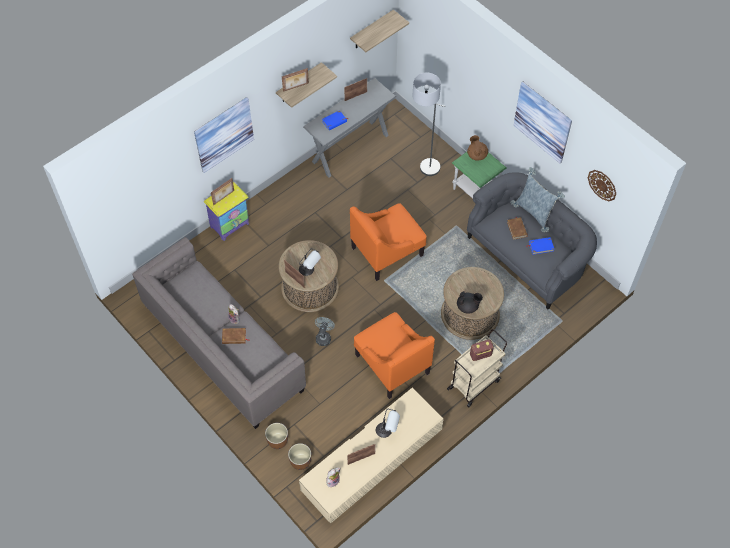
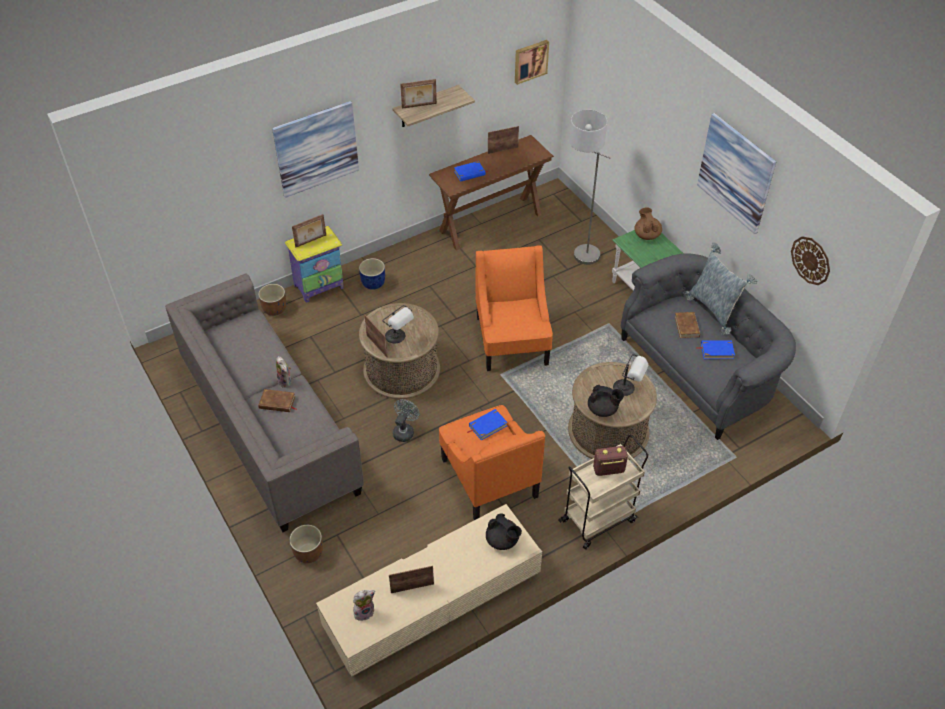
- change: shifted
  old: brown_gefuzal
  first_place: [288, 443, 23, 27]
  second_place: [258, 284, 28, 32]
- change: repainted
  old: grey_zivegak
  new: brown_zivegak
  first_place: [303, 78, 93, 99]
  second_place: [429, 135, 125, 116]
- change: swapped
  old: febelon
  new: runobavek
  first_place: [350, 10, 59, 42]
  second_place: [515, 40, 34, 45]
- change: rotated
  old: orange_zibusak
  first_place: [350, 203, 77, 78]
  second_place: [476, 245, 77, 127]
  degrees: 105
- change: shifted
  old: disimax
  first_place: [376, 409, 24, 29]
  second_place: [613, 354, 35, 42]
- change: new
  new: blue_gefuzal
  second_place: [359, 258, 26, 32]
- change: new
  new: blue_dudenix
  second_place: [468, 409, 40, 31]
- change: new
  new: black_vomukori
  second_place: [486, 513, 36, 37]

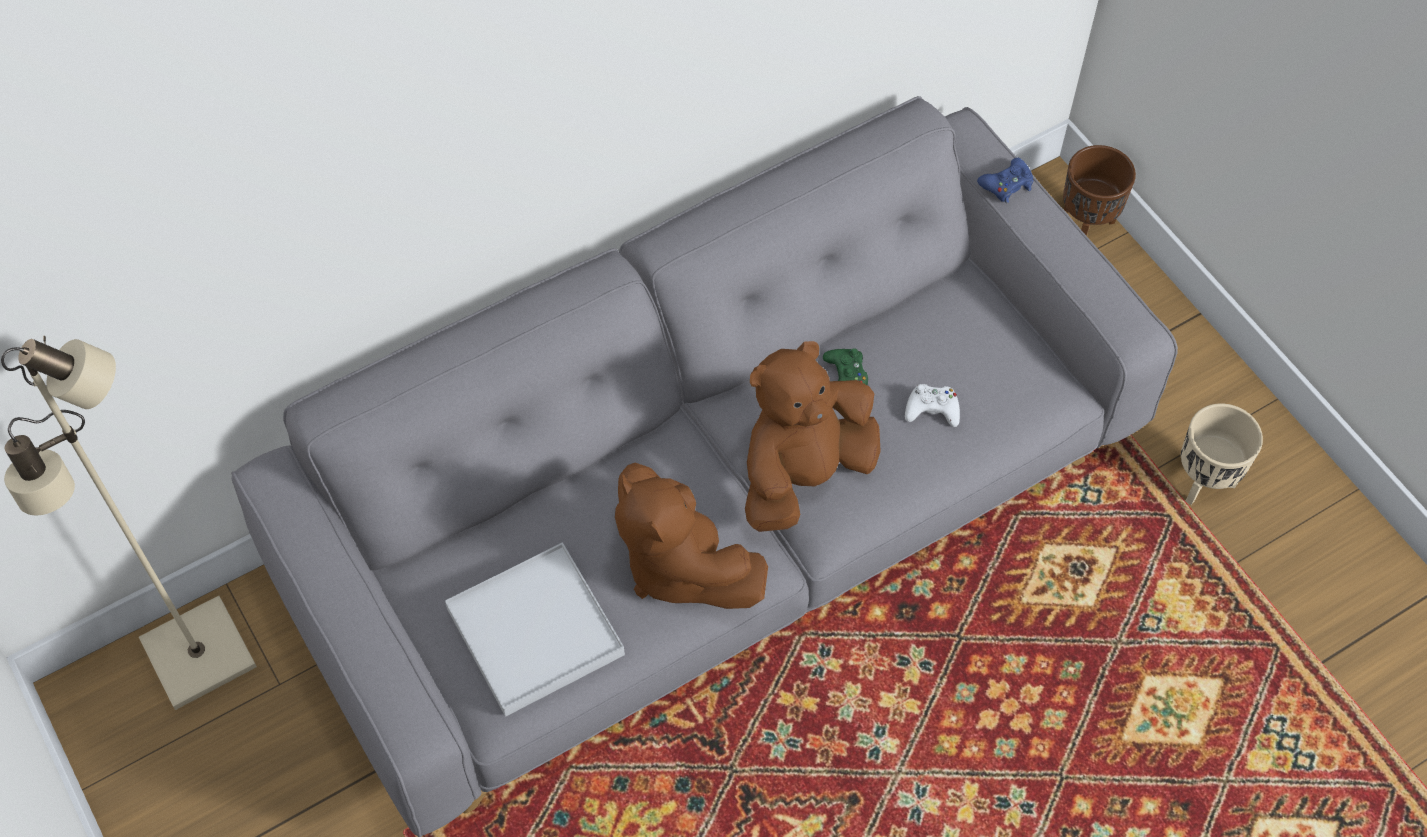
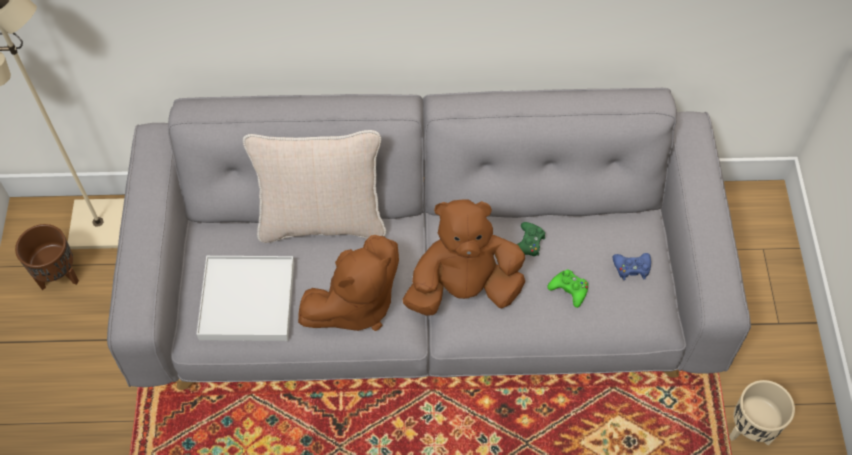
- change: rotated
  old: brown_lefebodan
  first_place: [615, 463, 153, 146]
  second_place: [298, 235, 101, 96]
  degrees: -120
- change: repainted
  old: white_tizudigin
  new: green_tizudigin
  first_place: [905, 384, 55, 43]
  second_place: [547, 270, 41, 38]
- change: shifted
  old: blue_tizudigin
  first_place: [977, 157, 57, 46]
  second_place: [613, 253, 38, 27]
- change: shifted
  old: brown_gefuzal
  first_place: [1063, 145, 73, 91]
  second_place: [15, 224, 64, 66]
- change: new
  new: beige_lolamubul
  second_place: [243, 130, 143, 113]

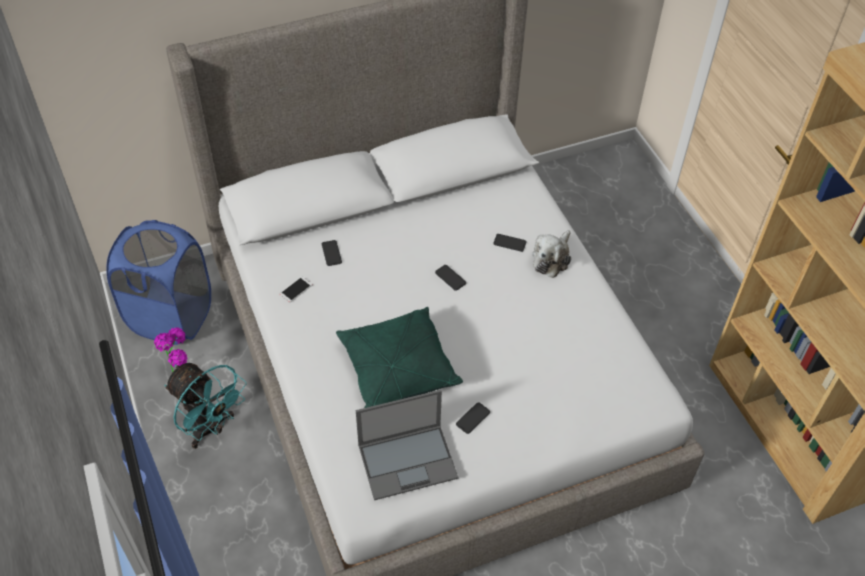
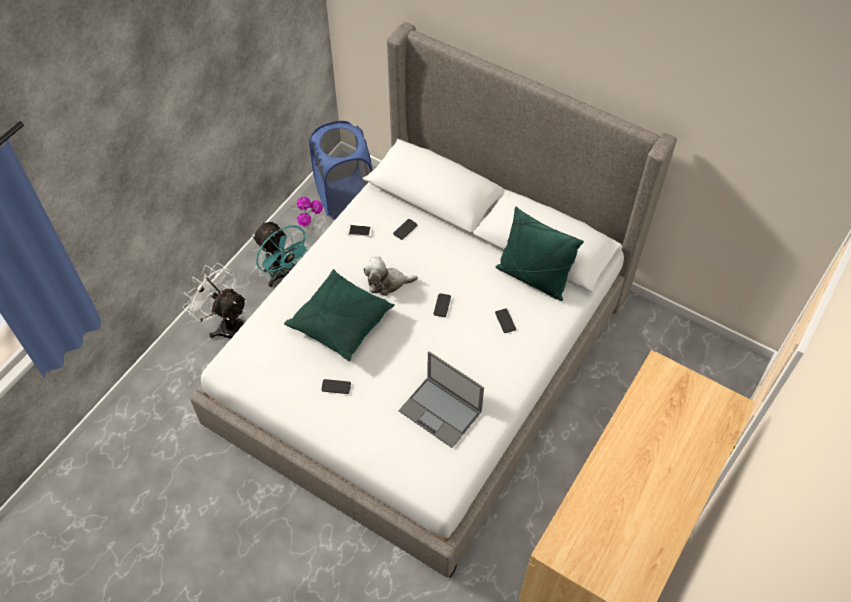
- change: rotated
  old: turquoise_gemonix
  first_place: [165, 363, 82, 86]
  second_place: [253, 222, 59, 65]
  degrees: -45
- change: shifted
  old: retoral
  first_place: [356, 390, 102, 110]
  second_place: [399, 351, 85, 97]
- change: shifted
  old: lefebodan
  first_place: [532, 230, 39, 48]
  second_place: [363, 256, 55, 40]
- change: new
  new: white_gemonix
  second_place: [183, 263, 64, 75]
- change: new
  new: green_lolamubul
  second_place: [496, 207, 88, 94]

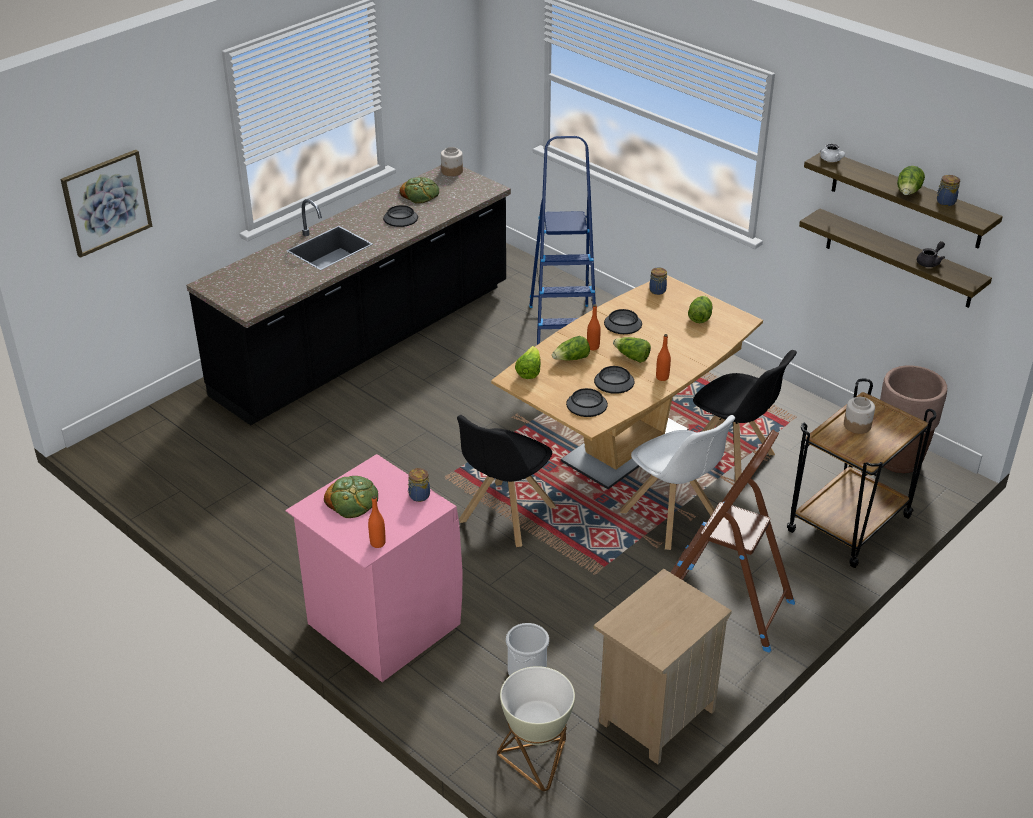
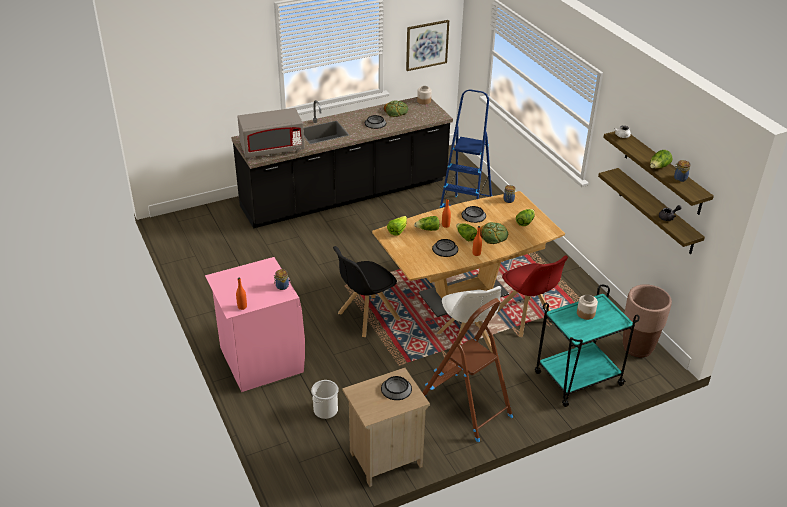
- change: shifted
  old: runobavek
  first_place: [60, 150, 92, 108]
  second_place: [406, 20, 43, 51]
- change: shifted
  old: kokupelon
  first_place: [324, 476, 54, 42]
  second_place: [480, 222, 28, 22]
- change: gone
  old: gefuzal
  first_place: [497, 666, 78, 125]
- change: shifted
  old: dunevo
  first_place: [566, 388, 42, 29]
  second_place: [381, 376, 31, 24]
- change: repainted
  old: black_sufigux
  new: red_sufigux
  first_place: [693, 350, 104, 132]
  second_place: [497, 255, 71, 83]
- change: repainted
  old: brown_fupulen
  new: turquoise_fupulen
  first_place: [787, 379, 149, 189]
  second_place: [535, 285, 105, 122]
- change: new
  new: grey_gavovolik
  second_place: [237, 108, 68, 50]

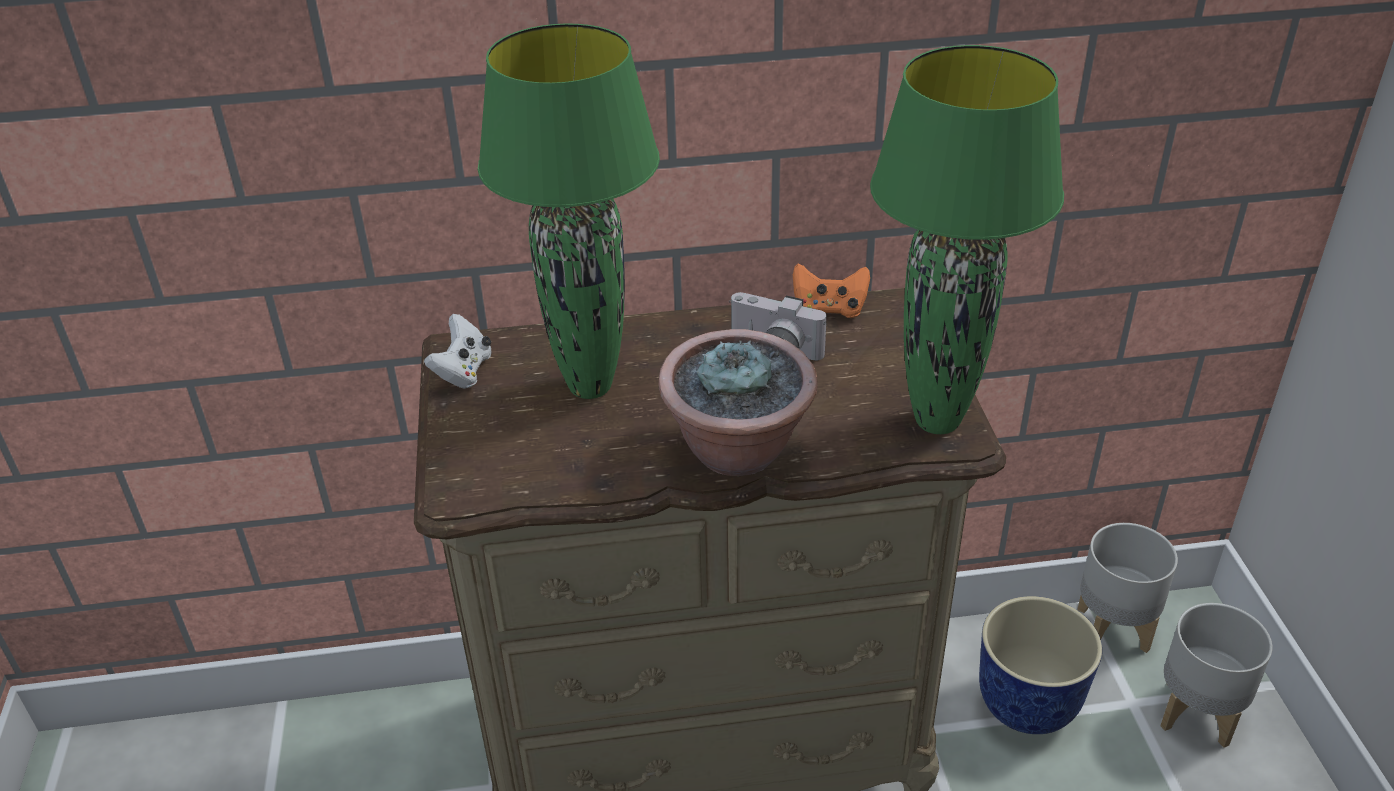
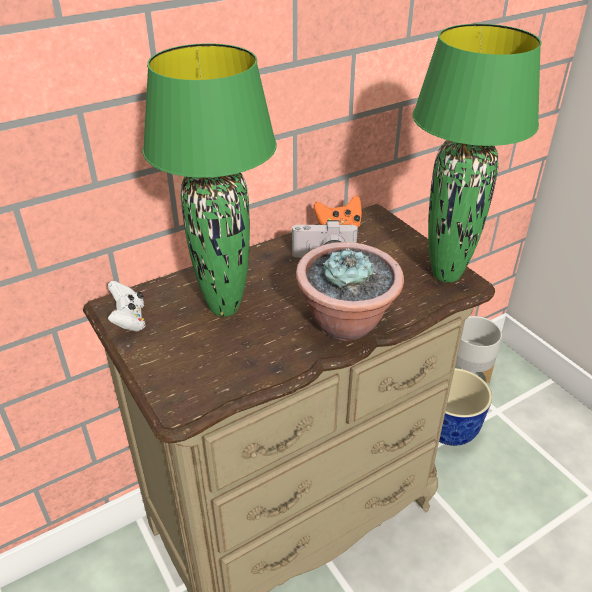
- change: gone
  old: grey_gefuzal
  first_place: [1160, 603, 112, 145]

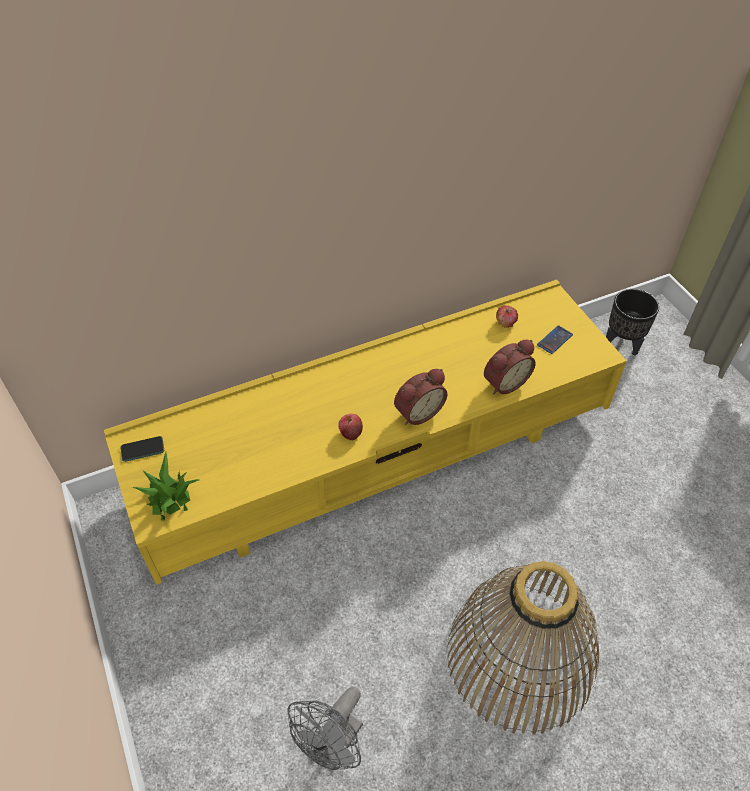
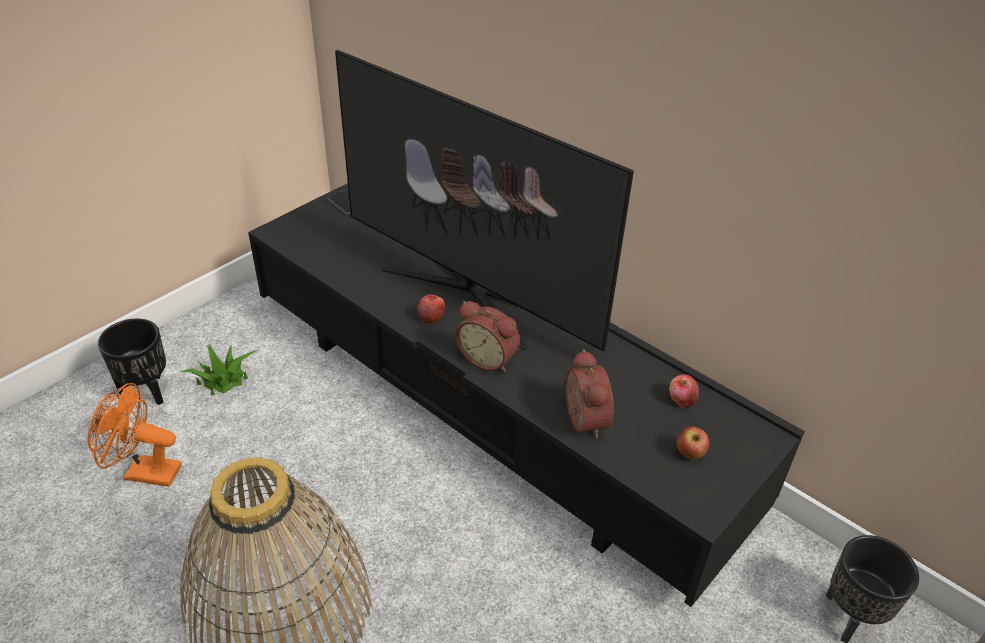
- change: repainted
  old: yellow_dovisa
  new: black_dovisa
  first_place: [104, 280, 523, 305]
  second_place: [248, 183, 557, 424]
- change: shifted
  old: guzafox
  first_place: [132, 451, 67, 70]
  second_place: [180, 343, 77, 53]
- change: repainted
  old: grey_gemonix
  new: orange_gemonix
  first_place: [287, 686, 76, 84]
  second_place: [88, 383, 94, 104]
- change: rotated
  old: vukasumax
  first_place: [484, 340, 52, 54]
  second_place: [565, 349, 49, 89]
  degrees: -135
- change: swapped
  old: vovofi
  new: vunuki
  first_place: [537, 325, 36, 29]
  second_place: [677, 426, 33, 34]
- change: new
  new: black_gefuzal
  second_place: [98, 318, 68, 87]
- change: new
  new: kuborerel
  second_place: [335, 50, 299, 302]

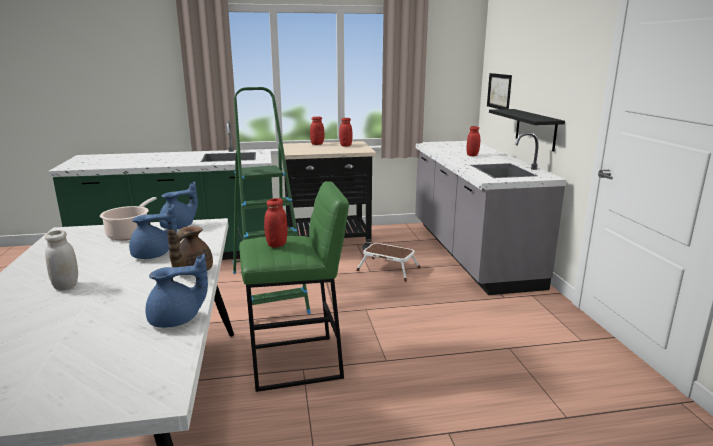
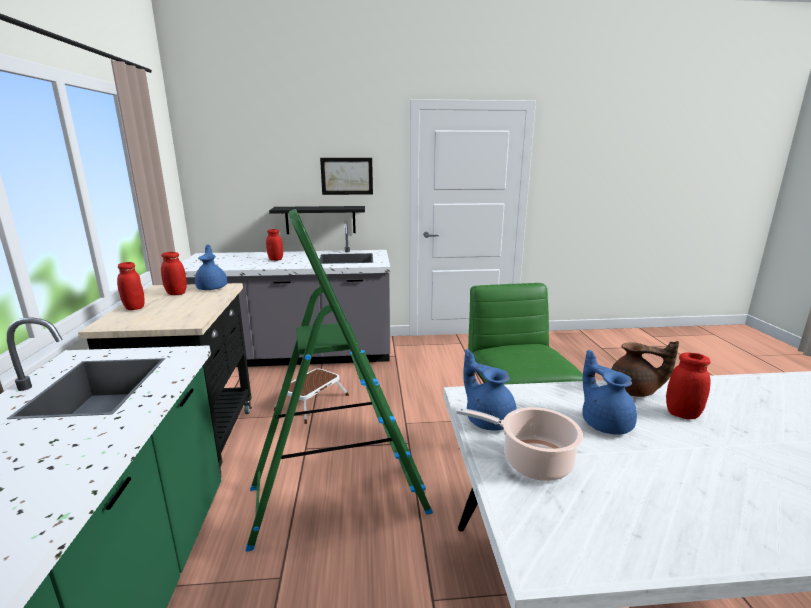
- change: gone
  old: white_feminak
  first_place: [45, 230, 33, 60]
- change: shifted
  old: blue_vomukori
  first_place: [145, 254, 63, 74]
  second_place: [195, 244, 32, 46]
- change: shifted
  old: red_feminak
  first_place: [264, 198, 24, 50]
  second_place: [666, 353, 45, 66]
- change: shifted
  old: runobavek
  first_place: [487, 73, 25, 36]
  second_place: [320, 158, 53, 37]

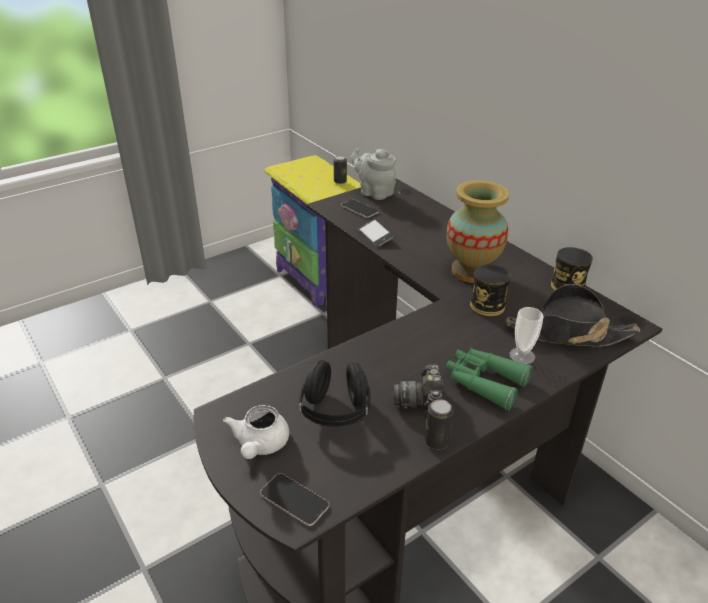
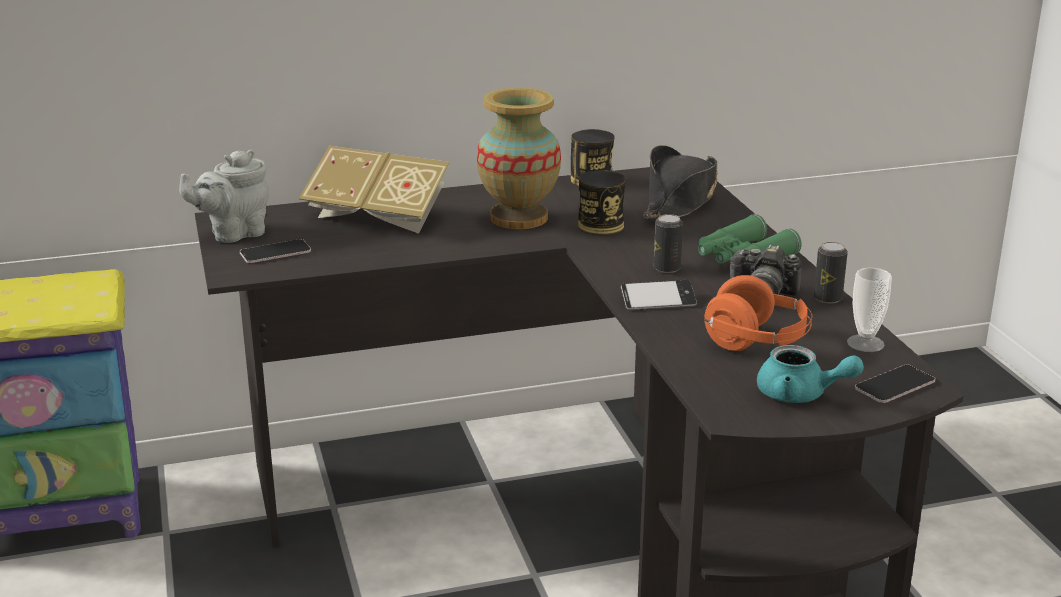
- change: repainted
  old: white_vomukori
  new: turquoise_vomukori
  first_place: [223, 405, 66, 54]
  second_place: [757, 345, 107, 58]
- change: repainted
  old: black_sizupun
  new: orange_sizupun
  first_place: [299, 360, 71, 67]
  second_place: [704, 275, 108, 76]
- change: shifted
  old: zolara
  first_place: [334, 156, 13, 28]
  second_place: [653, 214, 30, 59]
- change: shifted
  old: vovofi
  first_place: [358, 219, 36, 28]
  second_place: [621, 280, 76, 30]
- change: shifted
  old: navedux
  first_place: [509, 307, 34, 57]
  second_place: [847, 268, 45, 84]
- change: new
  new: dudenix
  second_place: [299, 146, 150, 88]

